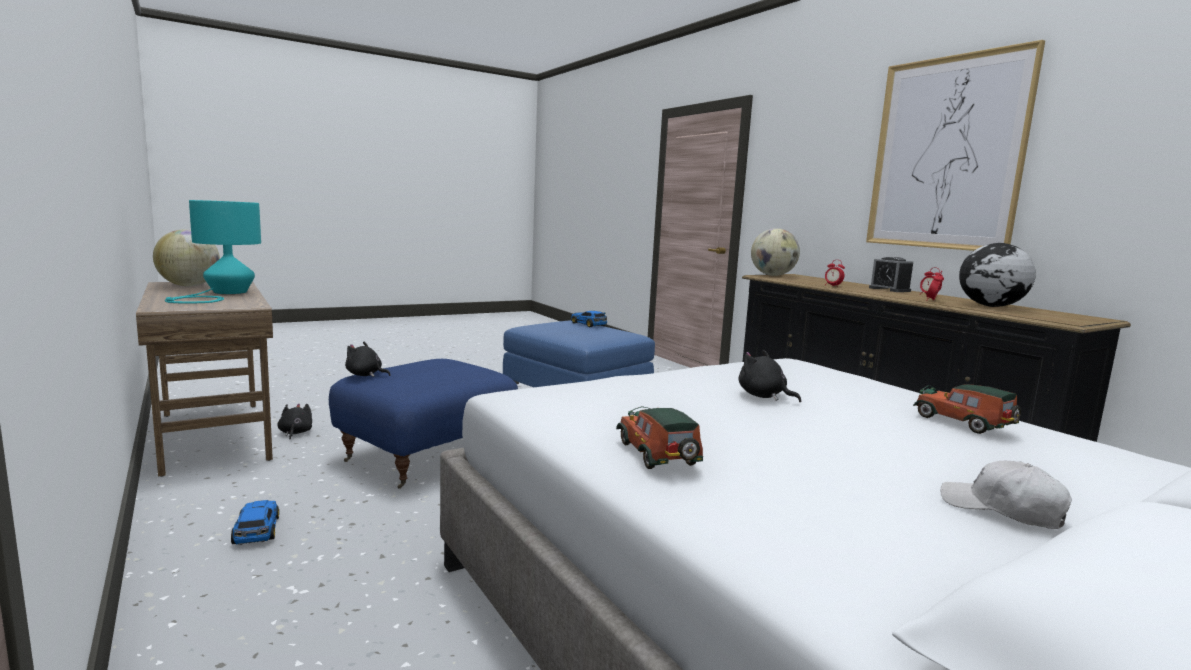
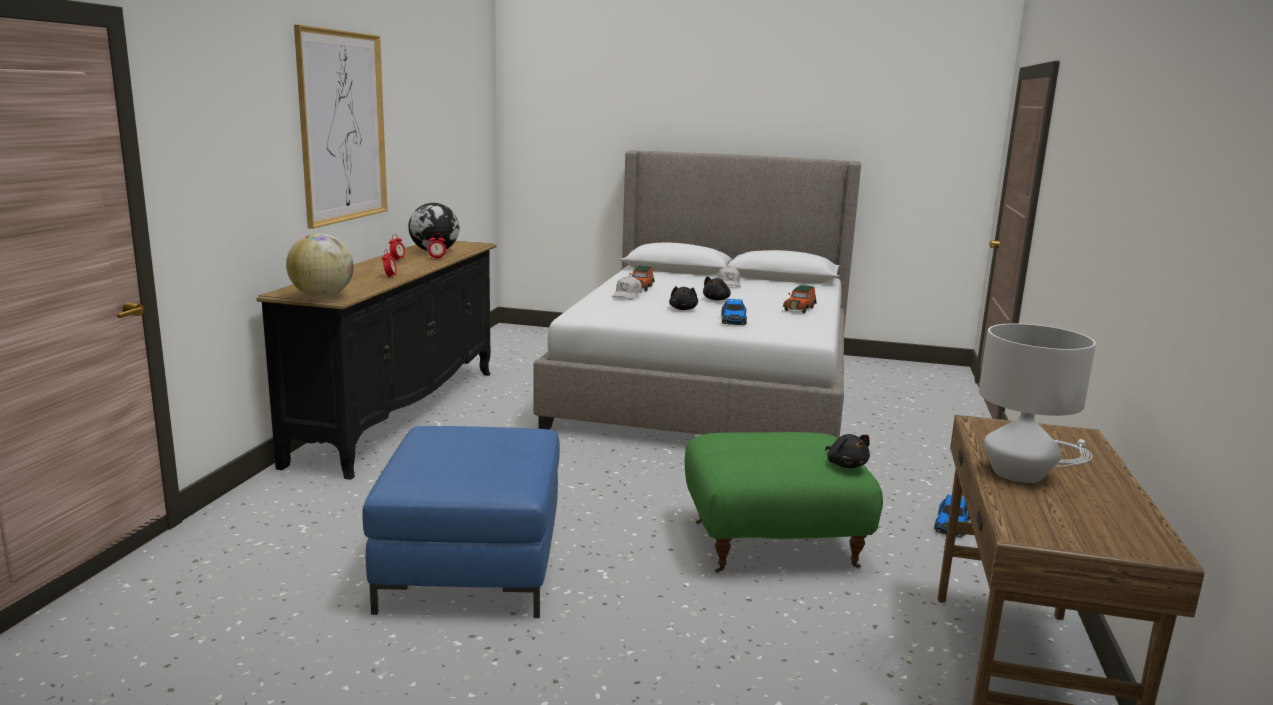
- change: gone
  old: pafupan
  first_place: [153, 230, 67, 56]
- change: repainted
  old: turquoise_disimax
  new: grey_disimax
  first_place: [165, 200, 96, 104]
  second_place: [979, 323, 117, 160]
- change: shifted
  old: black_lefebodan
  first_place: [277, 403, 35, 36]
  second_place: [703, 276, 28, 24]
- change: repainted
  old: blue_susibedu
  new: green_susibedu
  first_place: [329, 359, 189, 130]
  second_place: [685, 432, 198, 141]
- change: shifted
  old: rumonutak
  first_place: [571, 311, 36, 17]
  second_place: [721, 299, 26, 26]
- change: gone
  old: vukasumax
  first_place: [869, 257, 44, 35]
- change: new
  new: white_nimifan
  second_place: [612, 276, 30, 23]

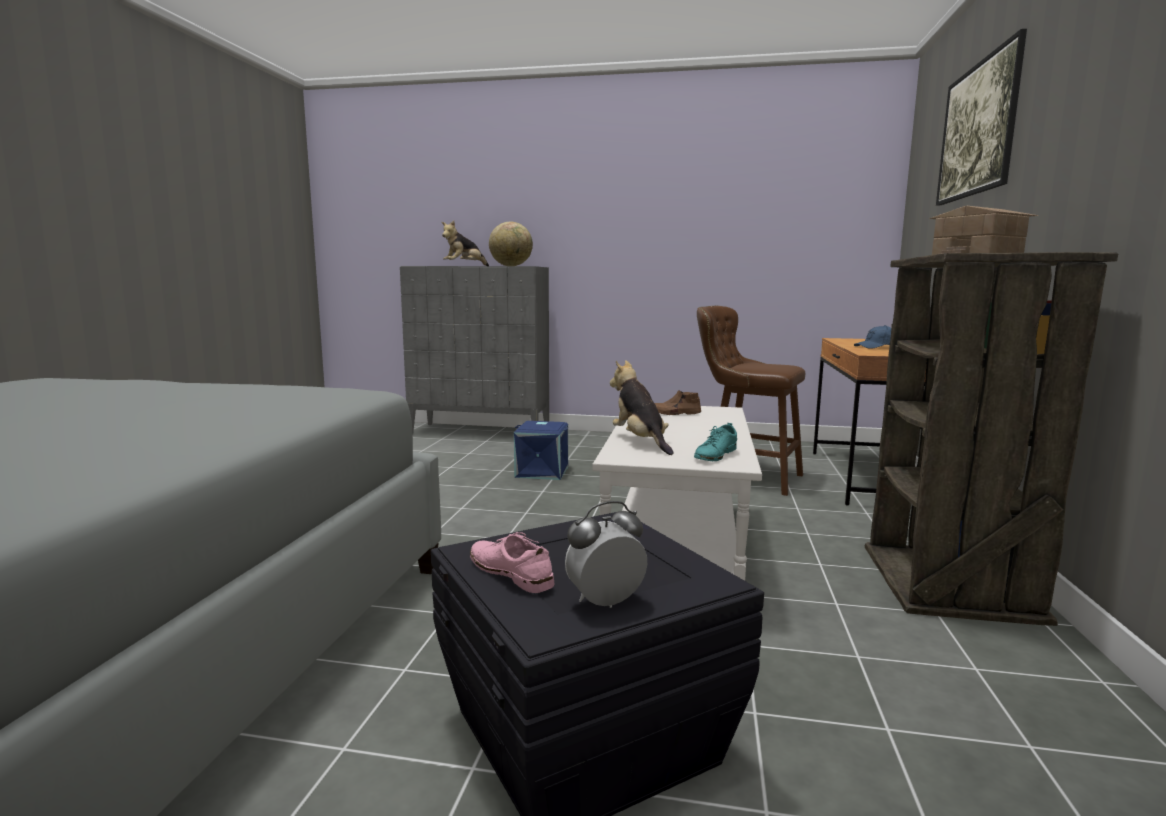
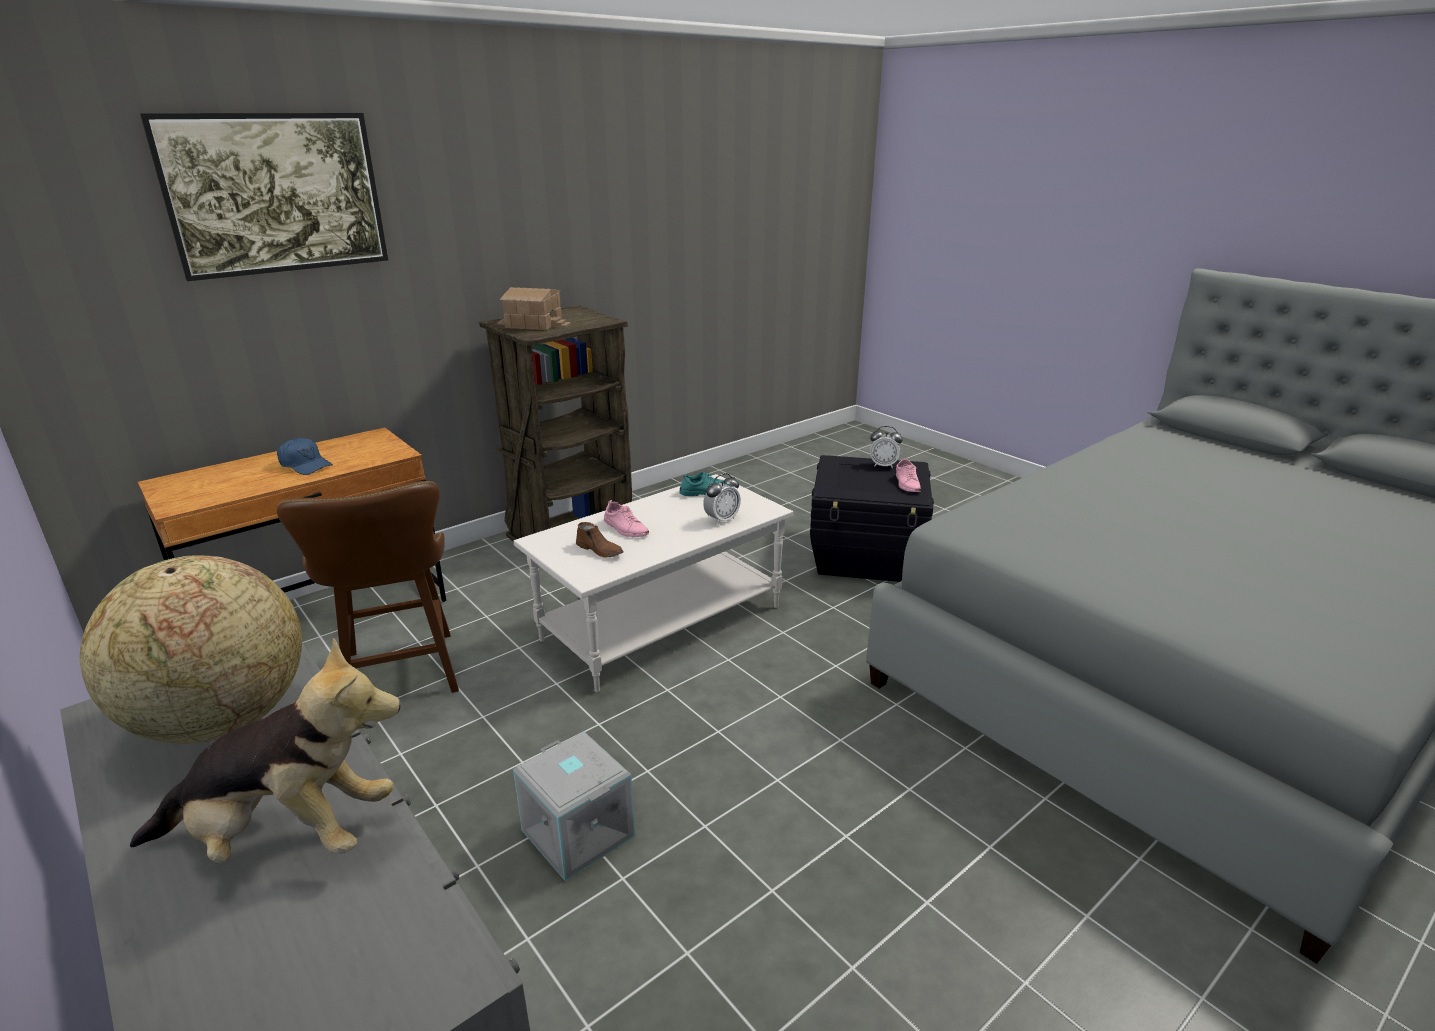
- change: repainted
  old: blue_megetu
  new: grey_megetu
  first_place: [514, 421, 54, 59]
  second_place: [513, 731, 122, 150]
- change: swapped
  old: lefebodan
  new: vukasumax
  first_place: [610, 360, 63, 95]
  second_place: [703, 473, 38, 52]
- change: new
  new: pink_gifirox
  second_place: [604, 500, 45, 37]

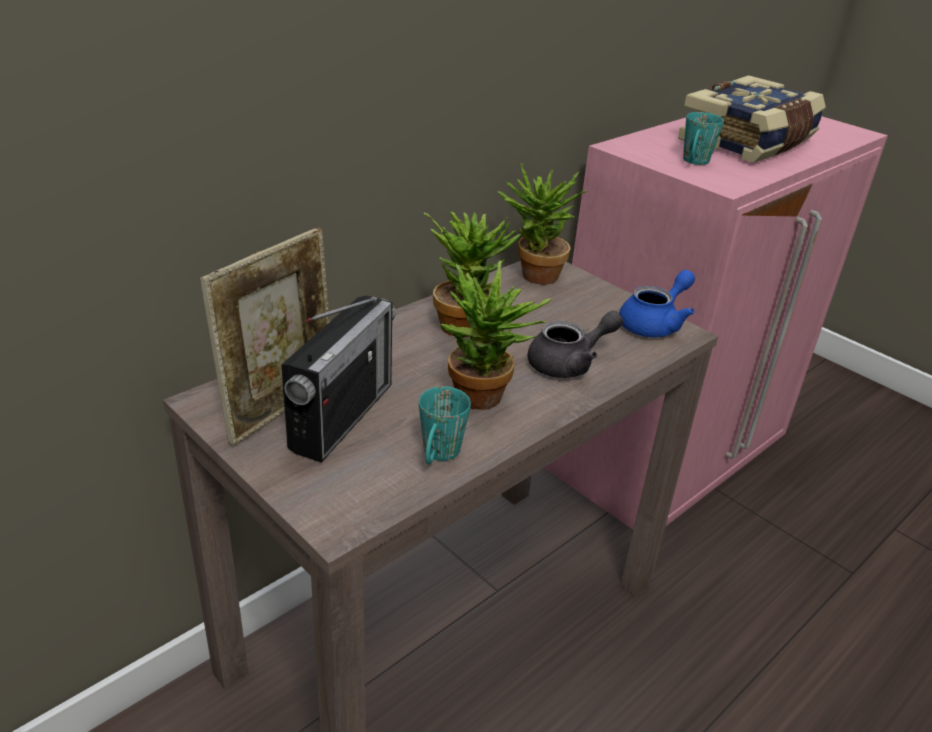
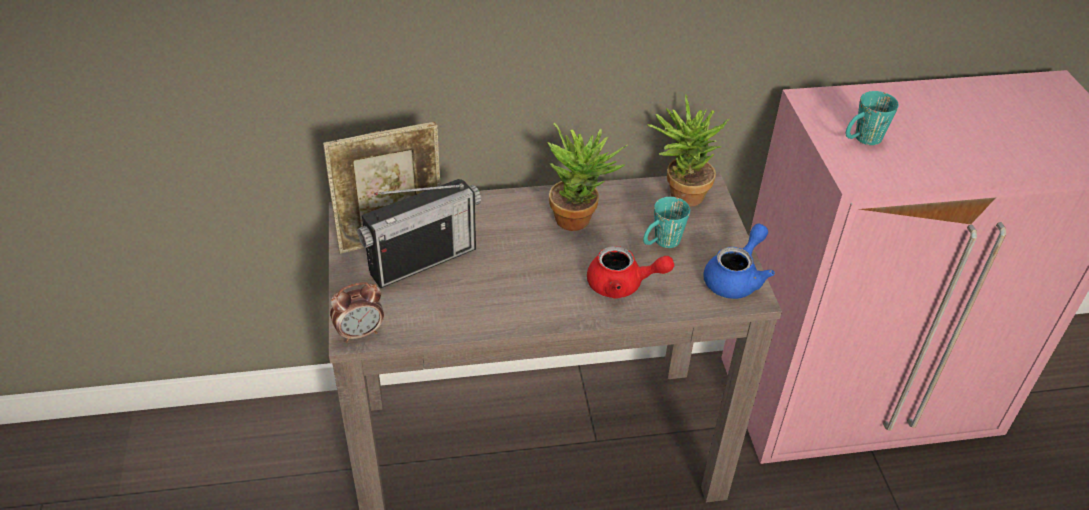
- change: shifted
  old: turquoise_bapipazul
  first_place: [419, 386, 52, 78]
  second_place: [643, 197, 47, 51]
- change: gone
  old: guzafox
  first_place: [439, 261, 113, 149]
- change: repainted
  old: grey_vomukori
  new: red_vomukori
  first_place: [528, 311, 95, 67]
  second_place: [587, 246, 87, 53]
- change: rotated
  old: blue_vomukori
  first_place: [619, 270, 76, 68]
  second_place: [703, 224, 72, 75]
  degrees: -45
- change: gone
  old: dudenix
  first_place: [678, 75, 148, 88]
- change: new
  new: vukasumax
  second_place: [330, 282, 54, 61]

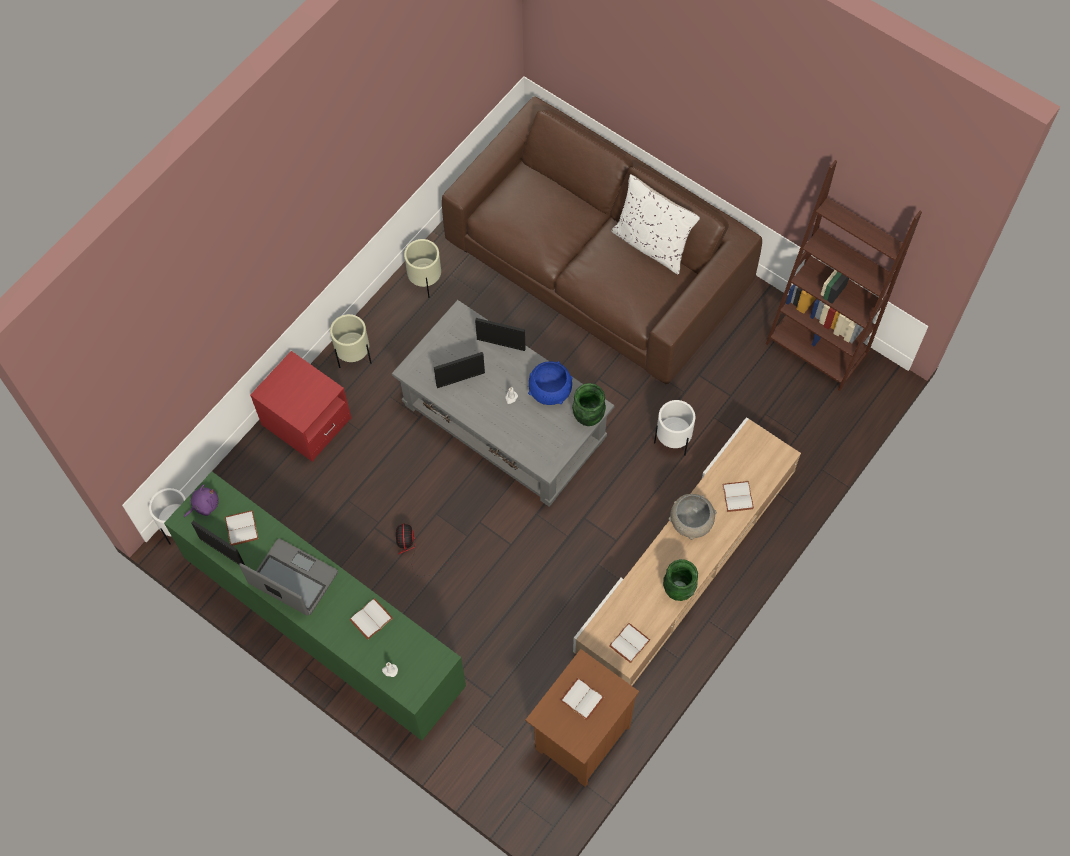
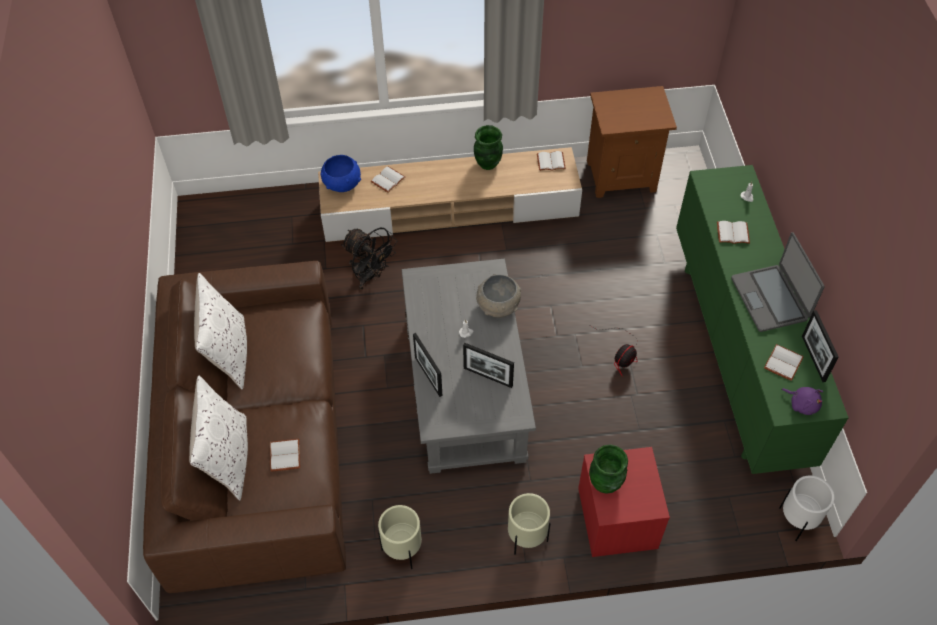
- change: rotated
  old: purple_lefebodan
  first_place: [184, 485, 35, 32]
  second_place: [781, 387, 42, 28]
  degrees: -150
- change: shifted
  old: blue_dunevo
  first_place: [528, 361, 45, 44]
  second_place: [321, 155, 40, 37]
- change: shifted
  old: white_dudenix
  first_place: [560, 678, 44, 42]
  second_place: [270, 439, 30, 33]
- change: shifted
  old: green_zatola
  first_place: [572, 383, 34, 43]
  second_place: [589, 444, 39, 50]
- change: swapped
  old: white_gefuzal
  new: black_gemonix
  first_place: [654, 400, 41, 56]
  second_place: [341, 228, 56, 62]
- change: shifted
  old: grey_dunevo
  first_place: [669, 494, 48, 46]
  second_place: [476, 274, 45, 44]
- change: gone
  old: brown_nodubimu
  first_place: [766, 160, 156, 231]
- change: new
  new: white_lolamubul
  second_place: [189, 376, 59, 125]

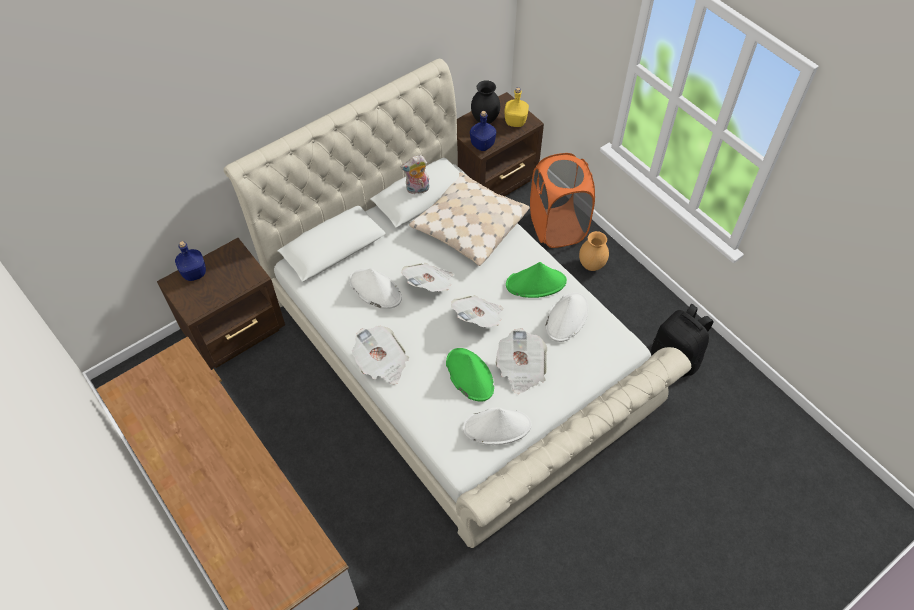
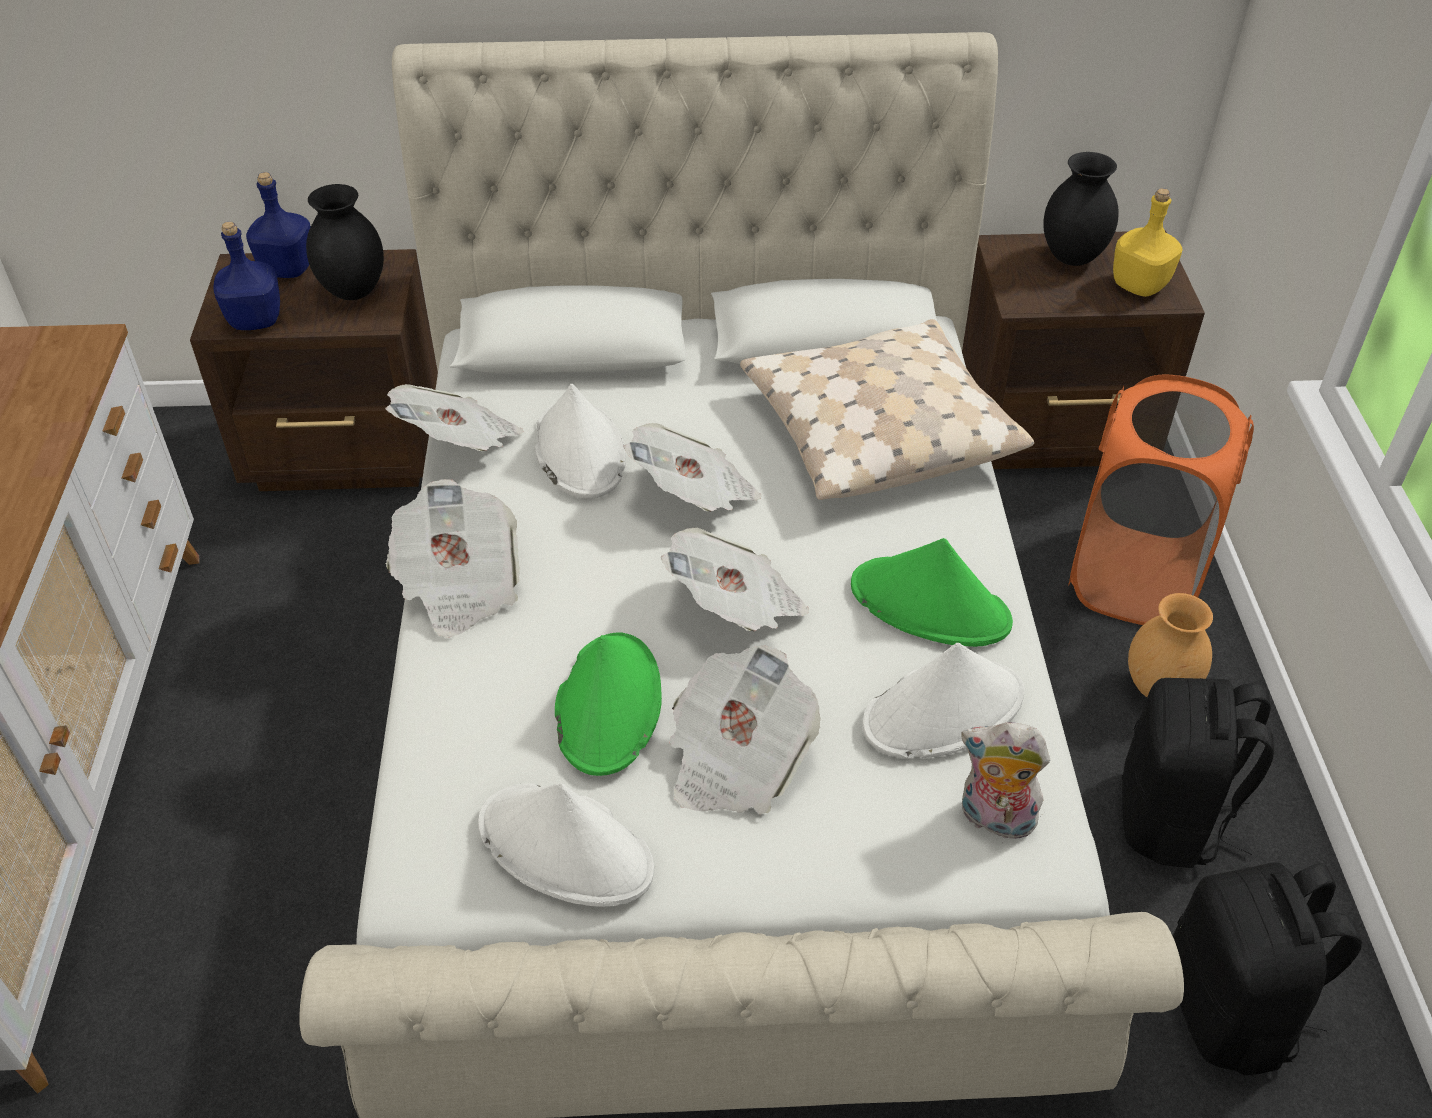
- change: shifted
  old: lefebodan
  first_place: [401, 155, 29, 39]
  second_place: [961, 722, 89, 121]
- change: shifted
  old: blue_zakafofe
  first_place: [470, 111, 26, 40]
  second_place: [213, 222, 67, 108]
- change: new
  new: black_zatola
  second_place: [306, 184, 78, 116]
- change: new
  new: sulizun
  second_place: [385, 384, 139, 67]
- change: new
  new: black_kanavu
  second_place: [1122, 678, 152, 190]

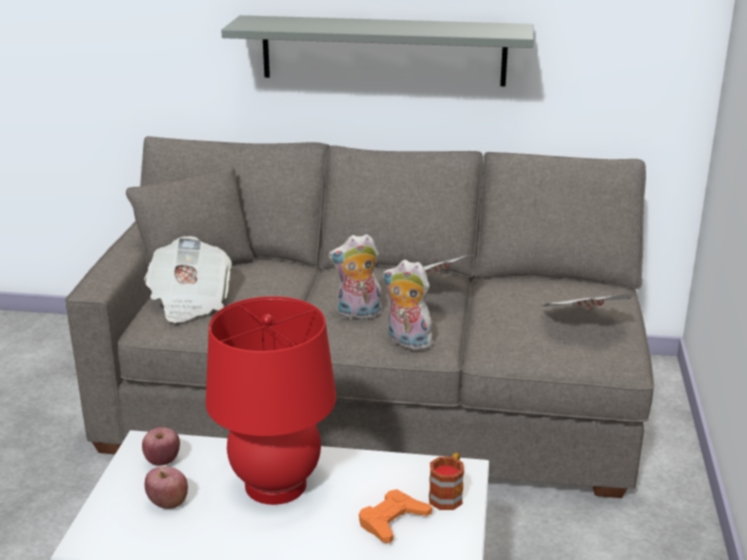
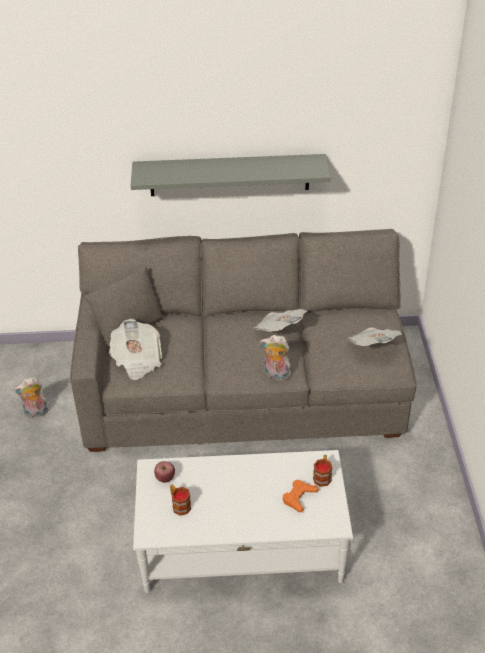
- change: swapped
  old: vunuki
  new: bapipazul
  first_place: [145, 466, 43, 43]
  second_place: [170, 485, 21, 31]
- change: gone
  old: red_disimax
  first_place: [206, 296, 130, 209]
- change: shifted
  old: lefebodan
  first_place: [328, 234, 54, 85]
  second_place: [13, 377, 37, 41]

